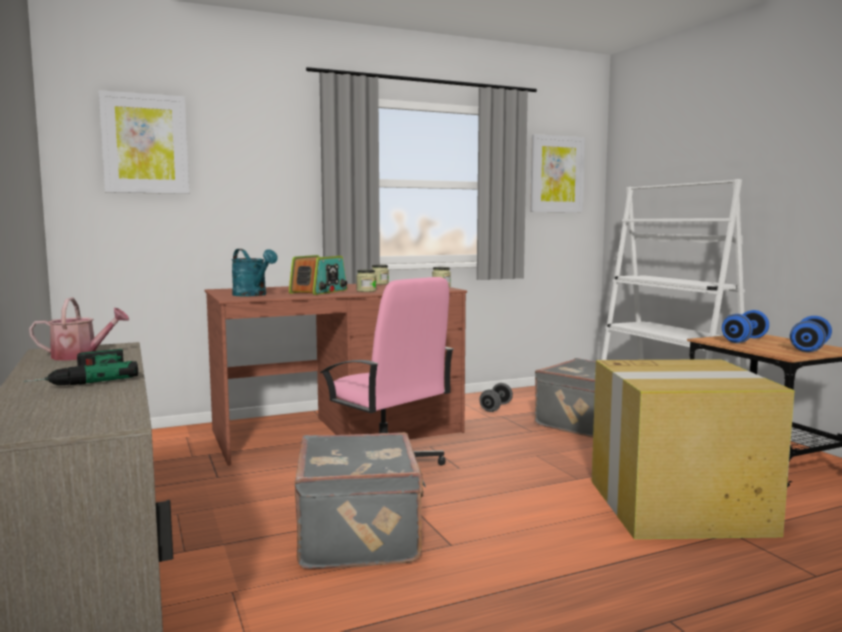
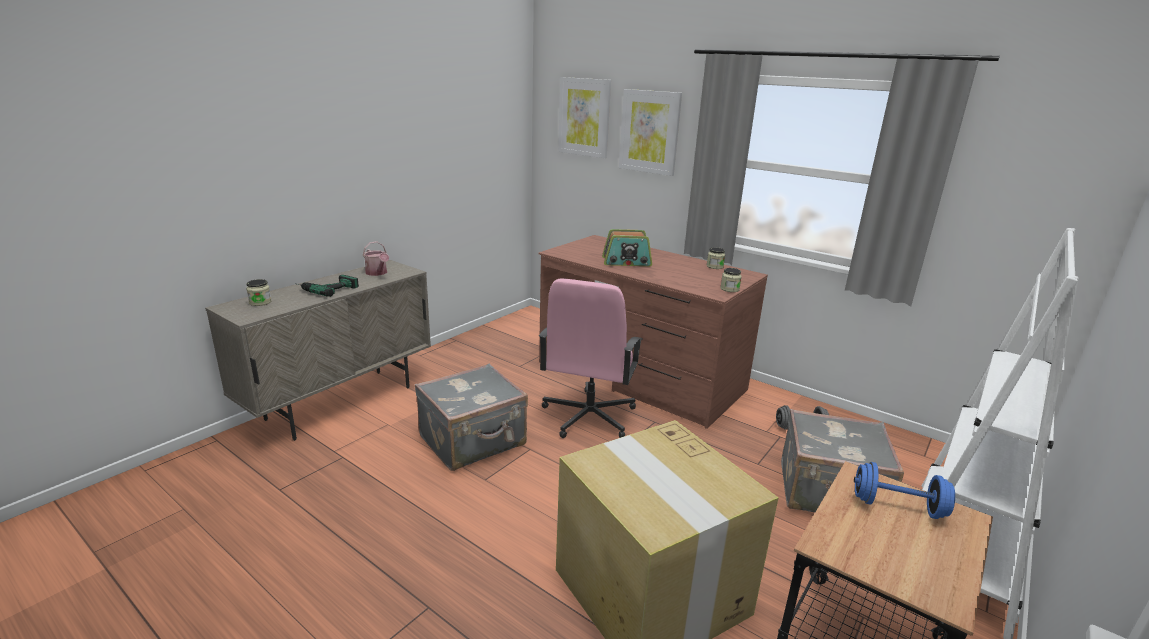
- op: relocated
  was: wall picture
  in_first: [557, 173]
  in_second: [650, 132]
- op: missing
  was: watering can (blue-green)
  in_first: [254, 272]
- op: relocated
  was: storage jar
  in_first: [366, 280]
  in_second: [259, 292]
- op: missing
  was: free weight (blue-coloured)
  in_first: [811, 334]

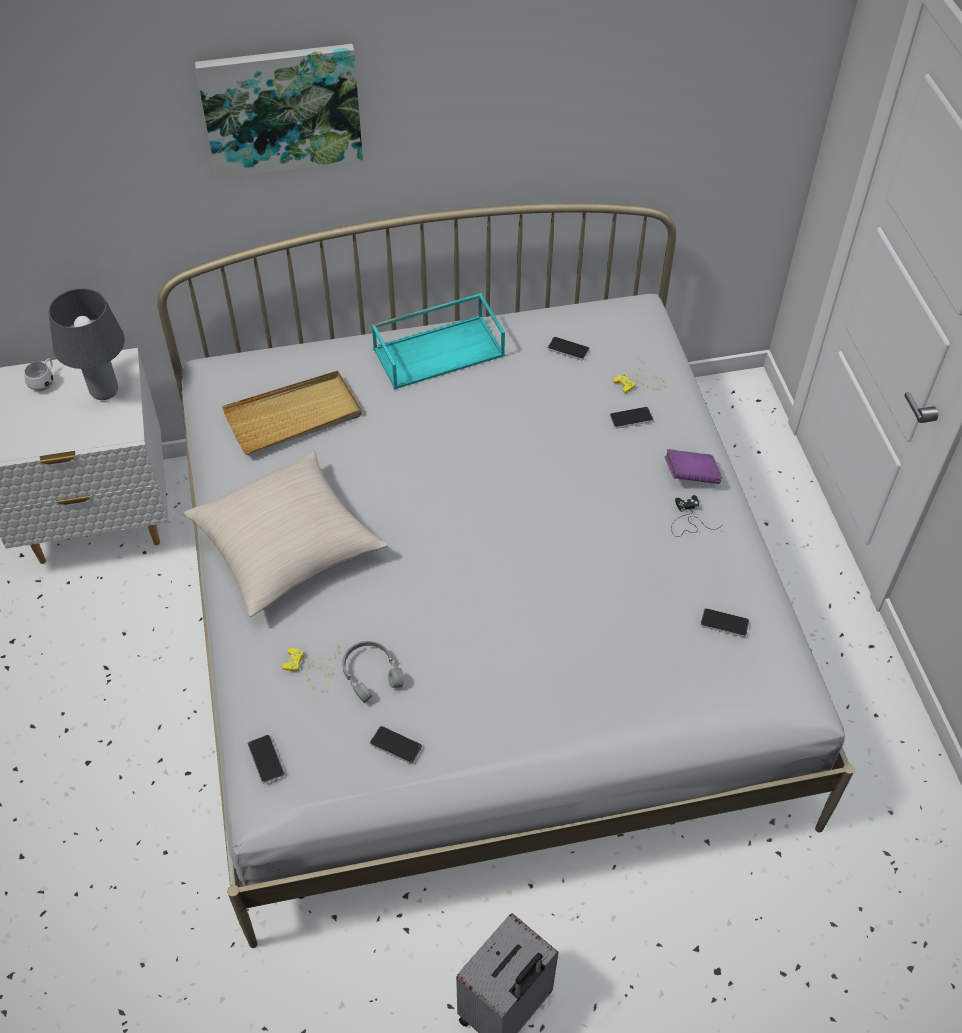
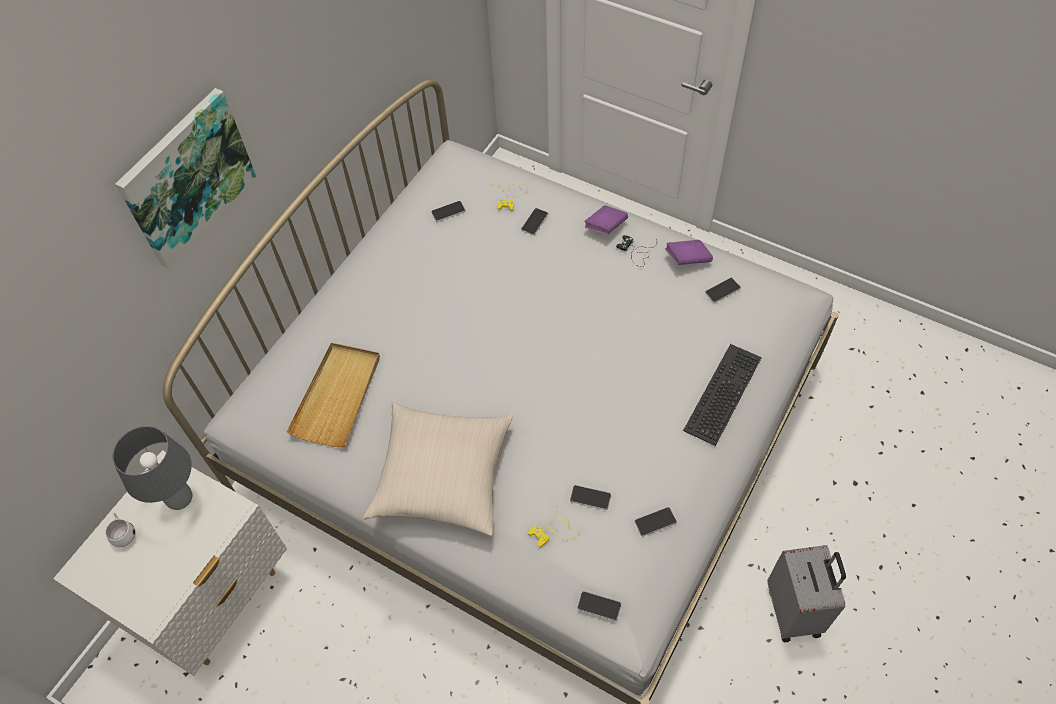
- op: missing
  was: serving tray (blue-green)
  in_first: [438, 341]
- op: exchanged
  was: pair of headphones (greyish)
  now: telephone
  in_first: [373, 672]
  in_second: [590, 497]
- op: appeared
  now: volume (purple-coloured)
  in_second: [689, 252]
- op: appeared
  now: PC keyboard
  in_second: [722, 395]

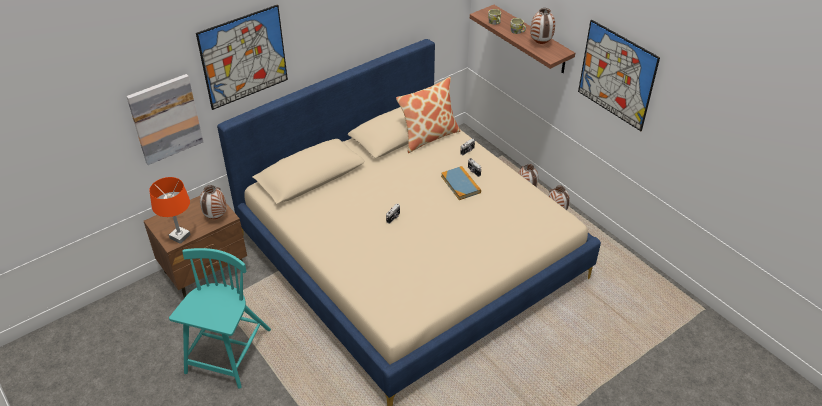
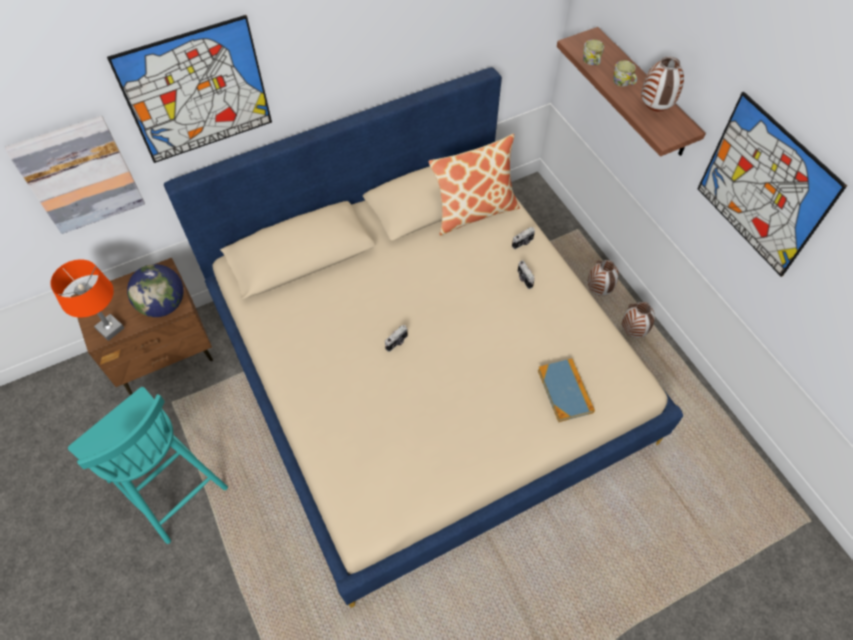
- op: relocated
  was: volume
  in_first: [461, 183]
  in_second: [566, 390]
- op: exchanged
  was: vase
  now: globe
  in_first: [213, 202]
  in_second: [155, 290]
- op: spun
  was: upright chair (blue-green)
  in_first: [220, 318]
  in_second: [148, 465]
  clockwise: 105

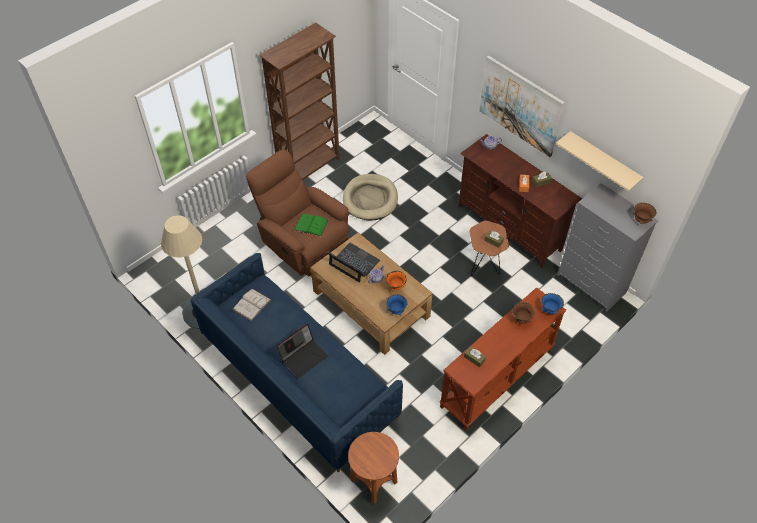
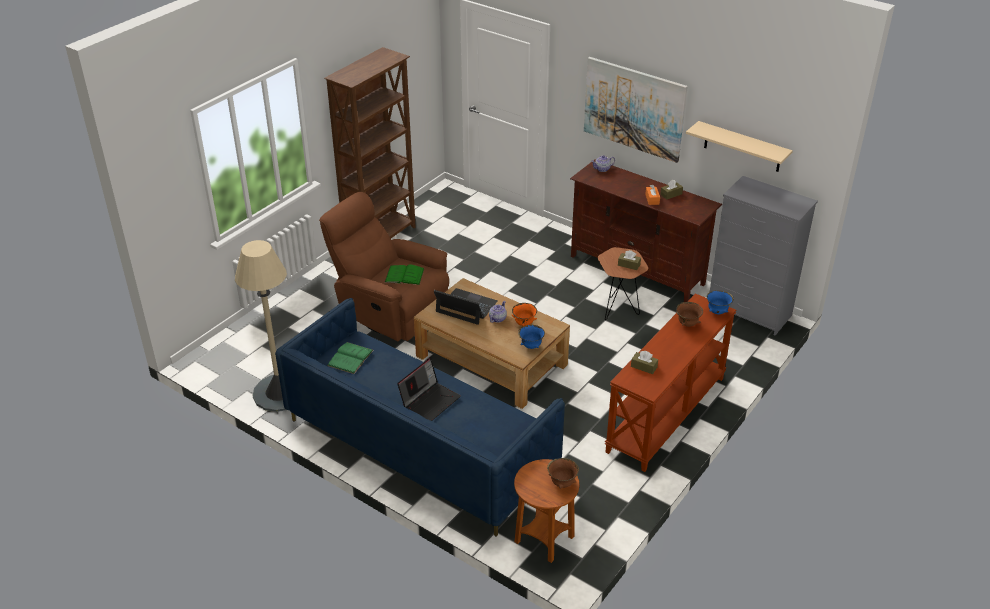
- op: missing
  was: pet bed (beige-coloured)
  in_first: [370, 197]
- op: relocated
  was: bowl (brown-coloured)
  in_first: [644, 213]
  in_second: [563, 473]
- op: colour
  was: volume (white)
  now: volume (green)
  in_first: [252, 305]
  in_second: [350, 358]

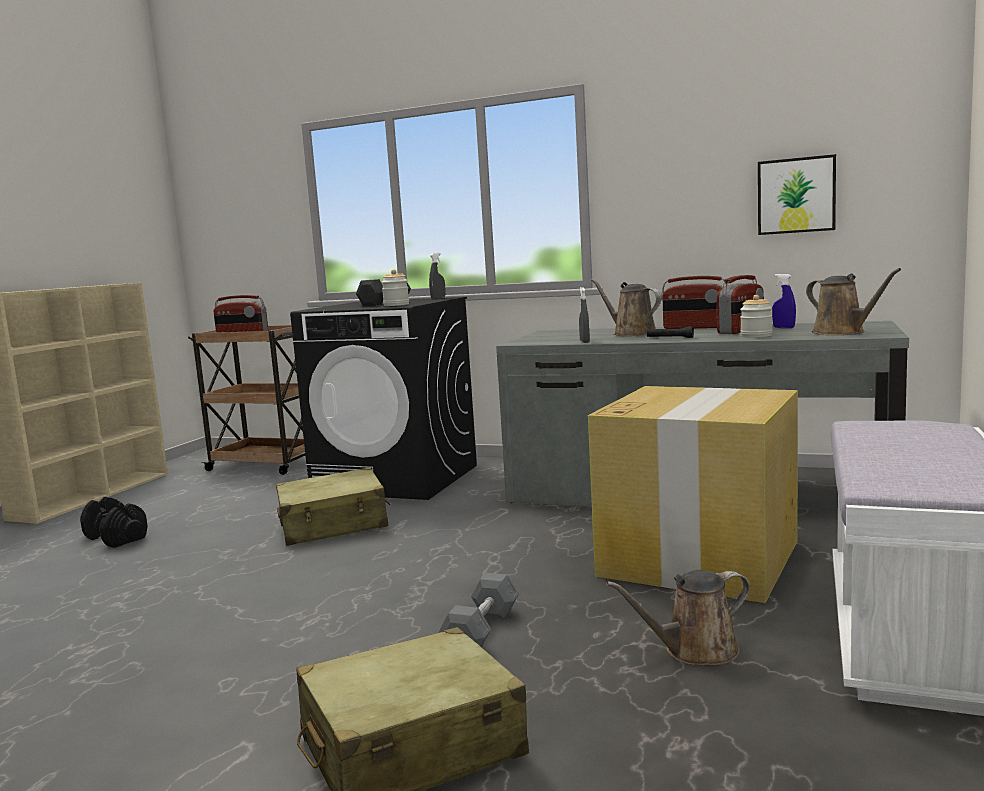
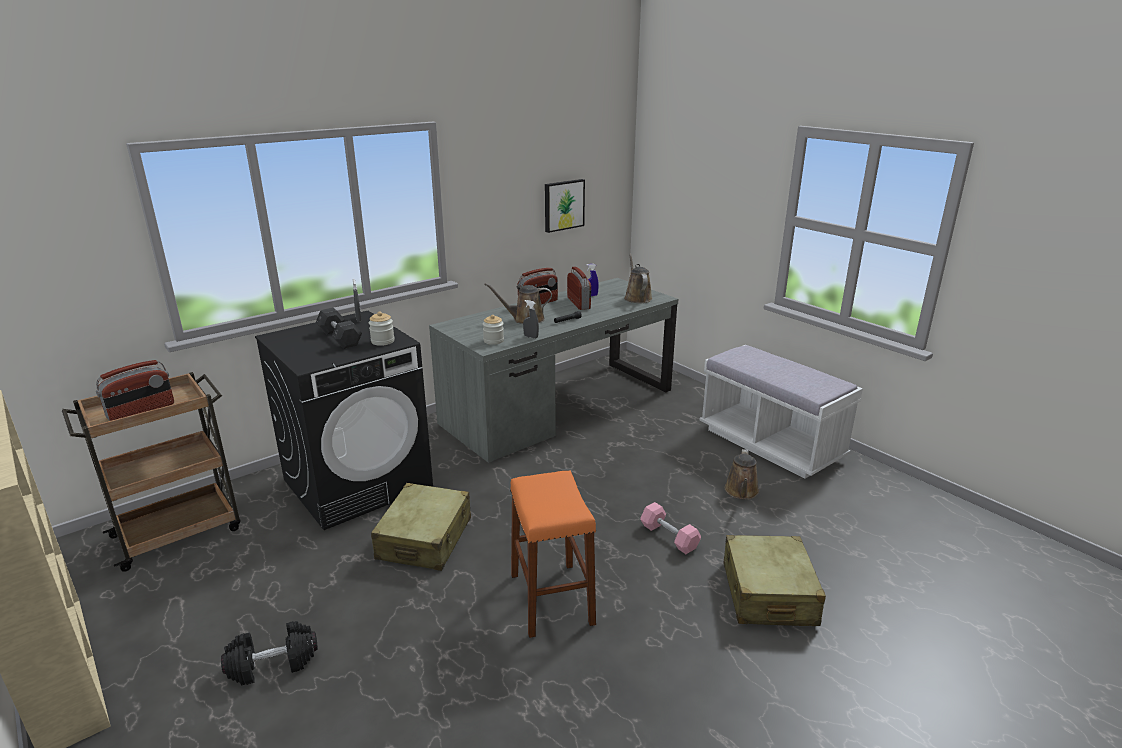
- op: spun
  was: watering can (brown-coloured)
  in_first: [853, 301]
  in_second: [638, 278]
  clockwise: -105
- op: relocated
  was: storage jar
  in_first: [756, 316]
  in_second: [493, 330]
- op: missing
  was: cardboard box
  in_first: [693, 494]
- op: colour
  was: free weight (greyish)
  now: free weight (pink)
  in_first: [479, 610]
  in_second: [670, 528]
- op: appeared
  now: stool seat (orange)
  in_second: [553, 554]

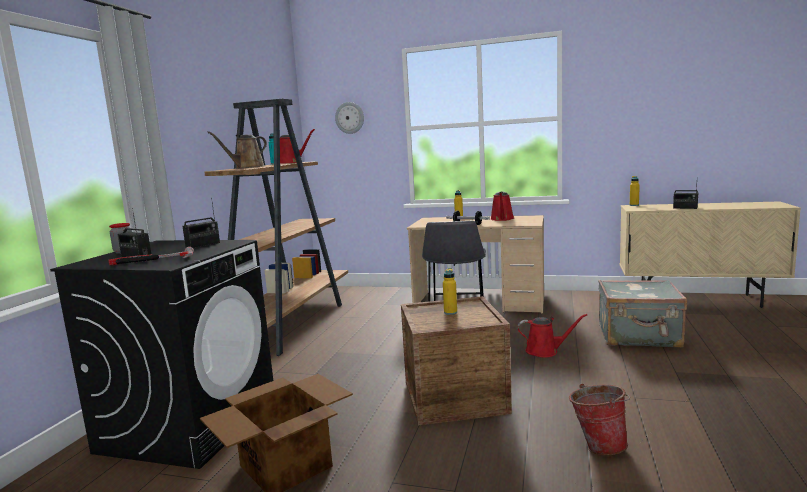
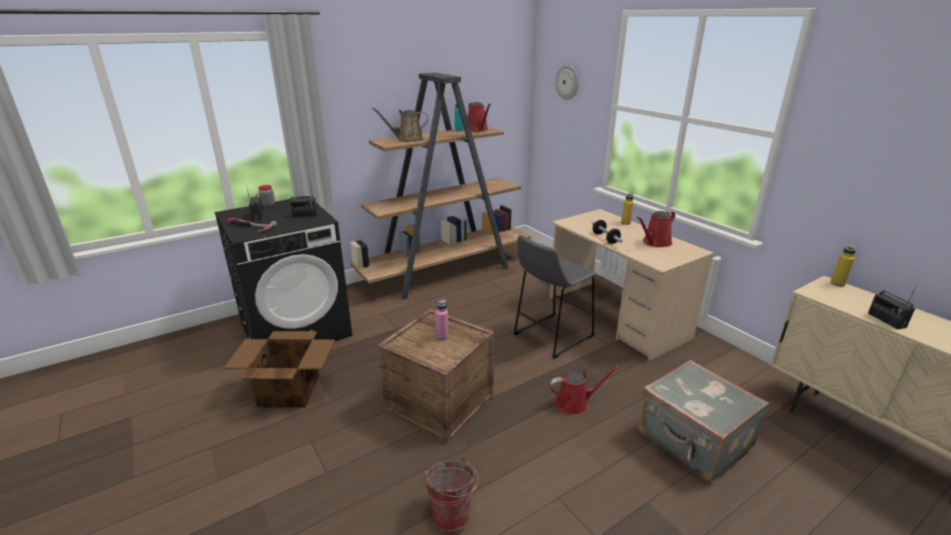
- op: colour
  was: beverage bottle (yellow-coloured)
  now: beverage bottle (pink)
  in_first: [450, 291]
  in_second: [442, 319]
- op: spun
  was: watering can (red-coloured)
  in_first: [552, 335]
  in_second: [584, 390]
  clockwise: -60

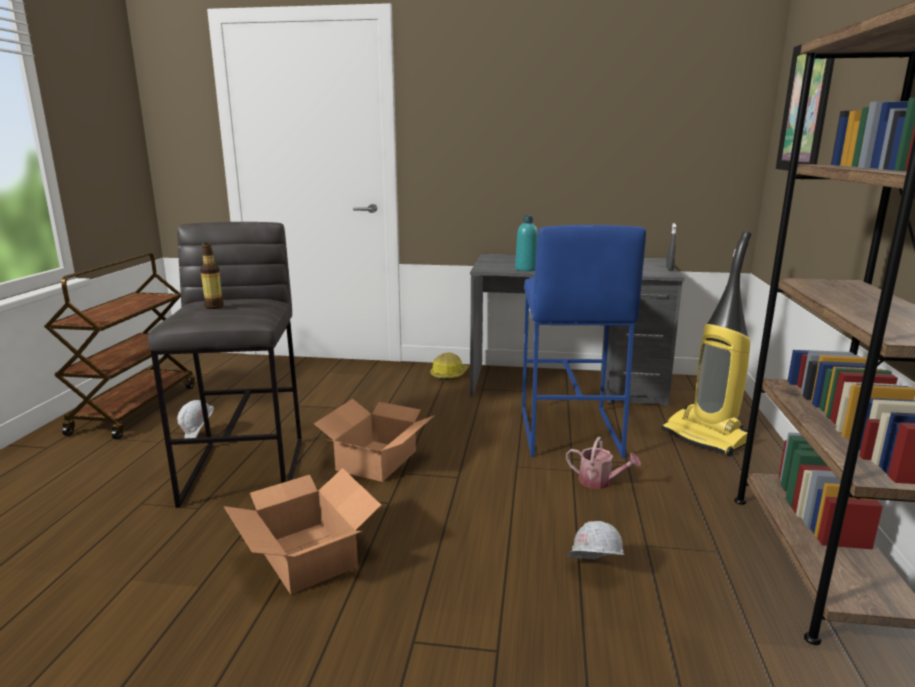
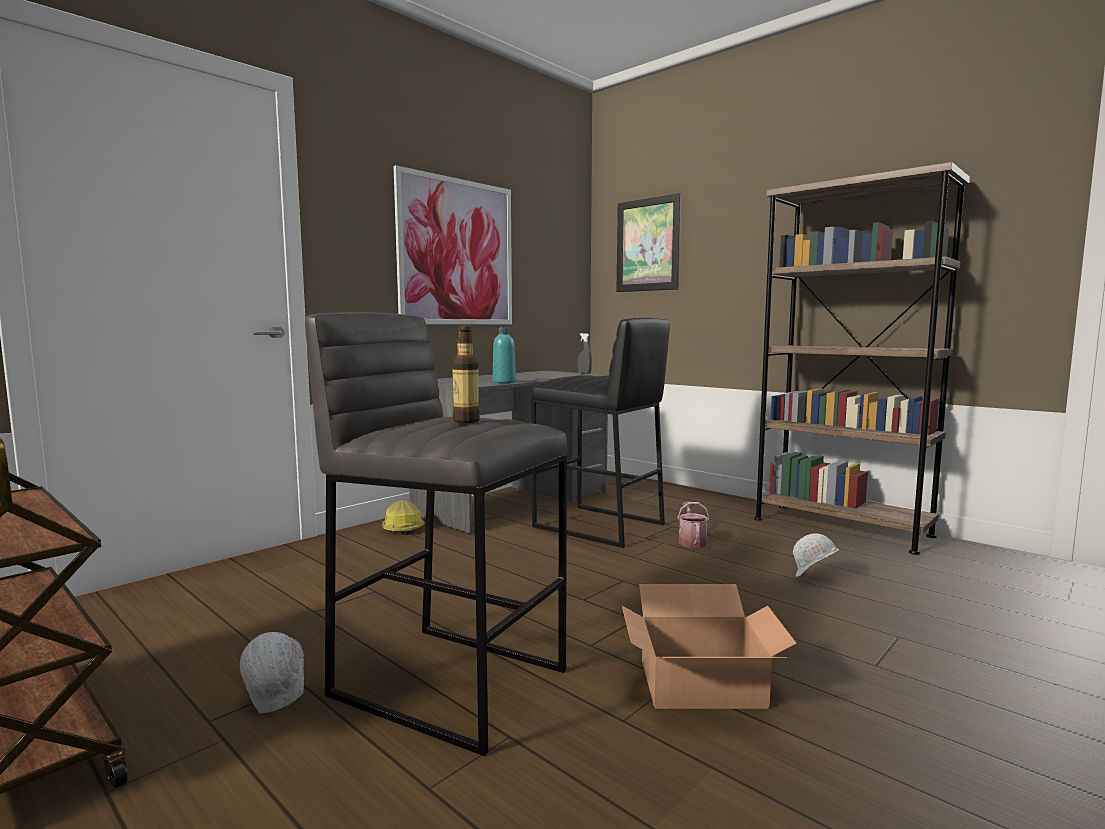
- op: colour
  was: stool seat (blue-coloured)
  now: stool seat (black-coloured)
  in_first: [584, 341]
  in_second: [600, 433]
- op: missing
  was: hoover
  in_first: [706, 343]
- op: missing
  was: cardboard box
  in_first: [374, 440]
- op: spun
  was: watering can
  in_first: [603, 463]
  in_second: [693, 524]
  clockwise: -60
- op: appeared
  now: wall picture
  in_second: [452, 244]

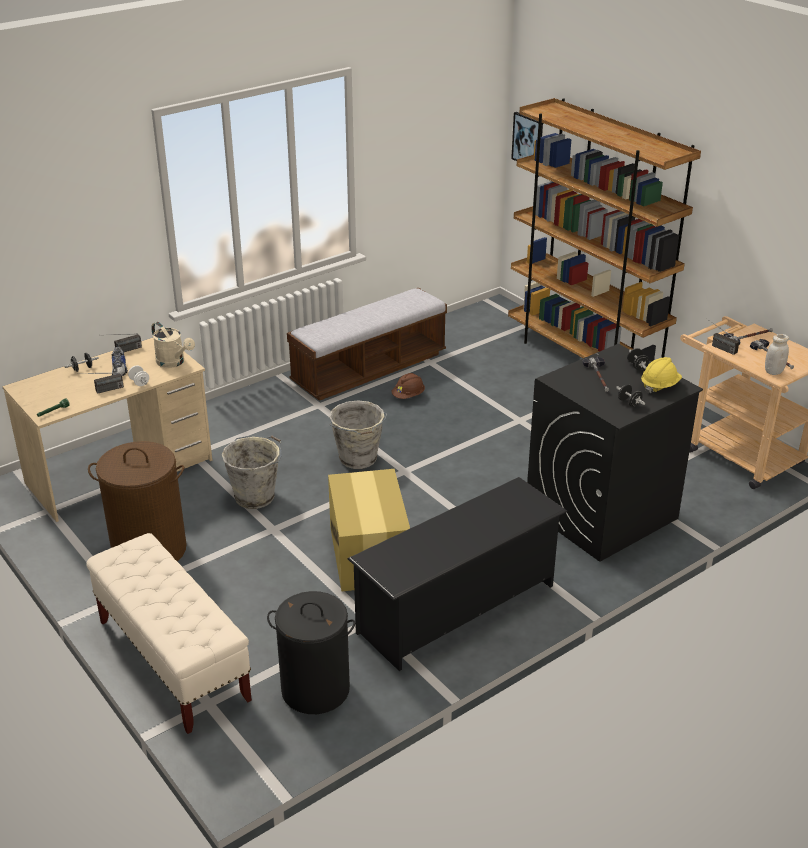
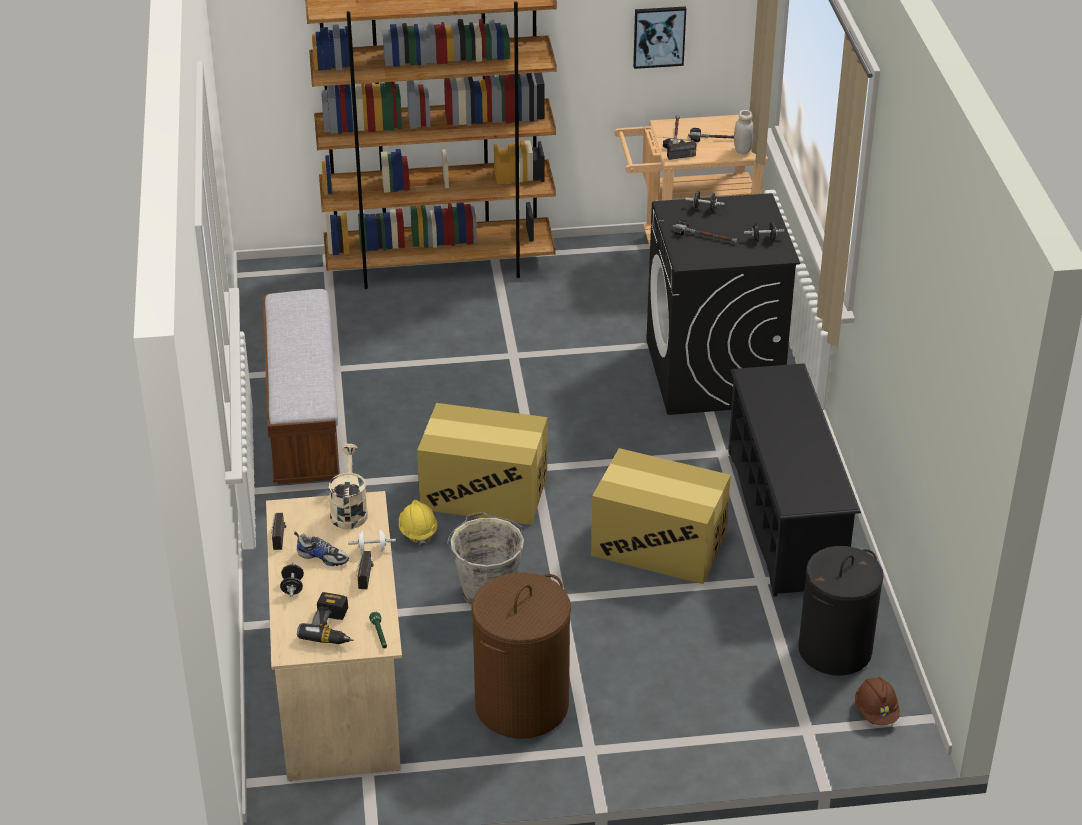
- op: relocated
  was: wall picture
  in_first: [527, 136]
  in_second: [659, 37]
- op: spun
  was: watering can (beige-coloured)
  in_first: [173, 345]
  in_second: [348, 486]
  clockwise: -75
- op: relocated
  was: hard hat (yellow-coloured)
  in_first: [661, 375]
  in_second: [418, 523]
- op: relocated
  was: hard hat (brown-coloured)
  in_first: [408, 386]
  in_second: [877, 701]
- op: exchanged
  was: pail (greyish)
  now: cardboard box
  in_first: [358, 434]
  in_second: [482, 464]
- op: missing
  was: bench (beige-coloured)
  in_first: [169, 633]
- op: appeared
  now: power drill
  in_second: [325, 618]

